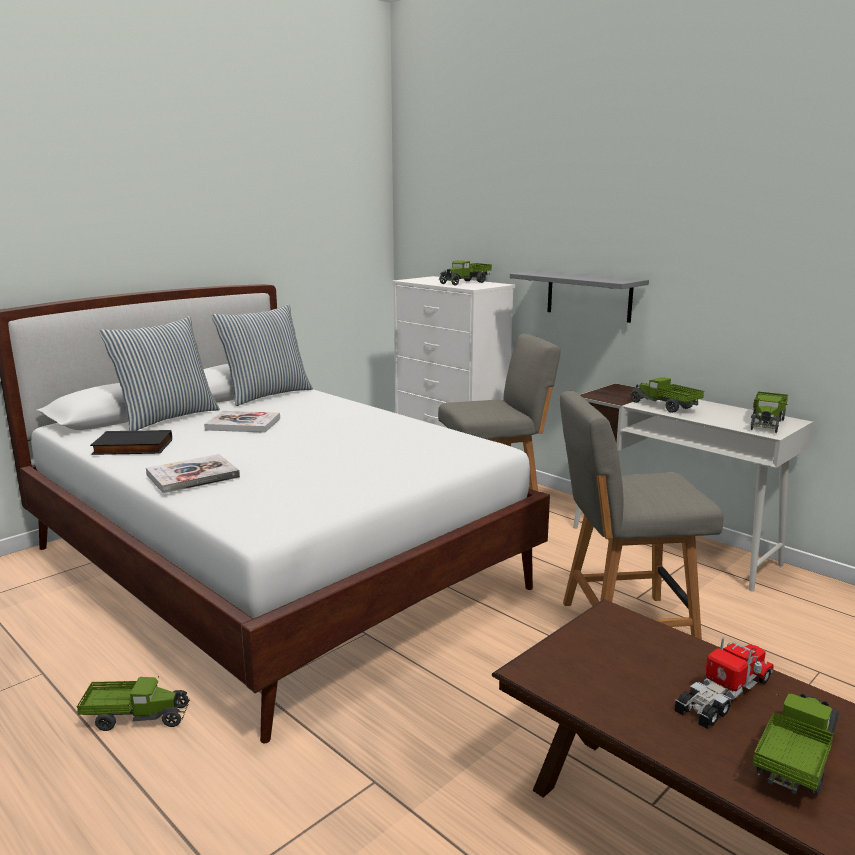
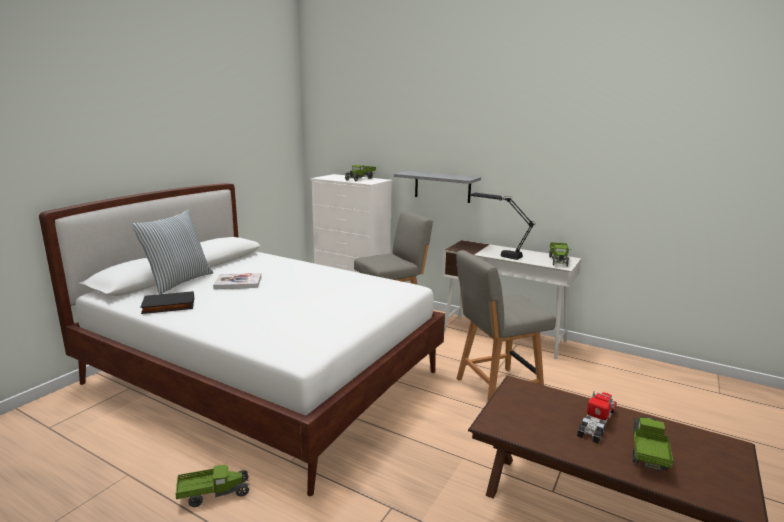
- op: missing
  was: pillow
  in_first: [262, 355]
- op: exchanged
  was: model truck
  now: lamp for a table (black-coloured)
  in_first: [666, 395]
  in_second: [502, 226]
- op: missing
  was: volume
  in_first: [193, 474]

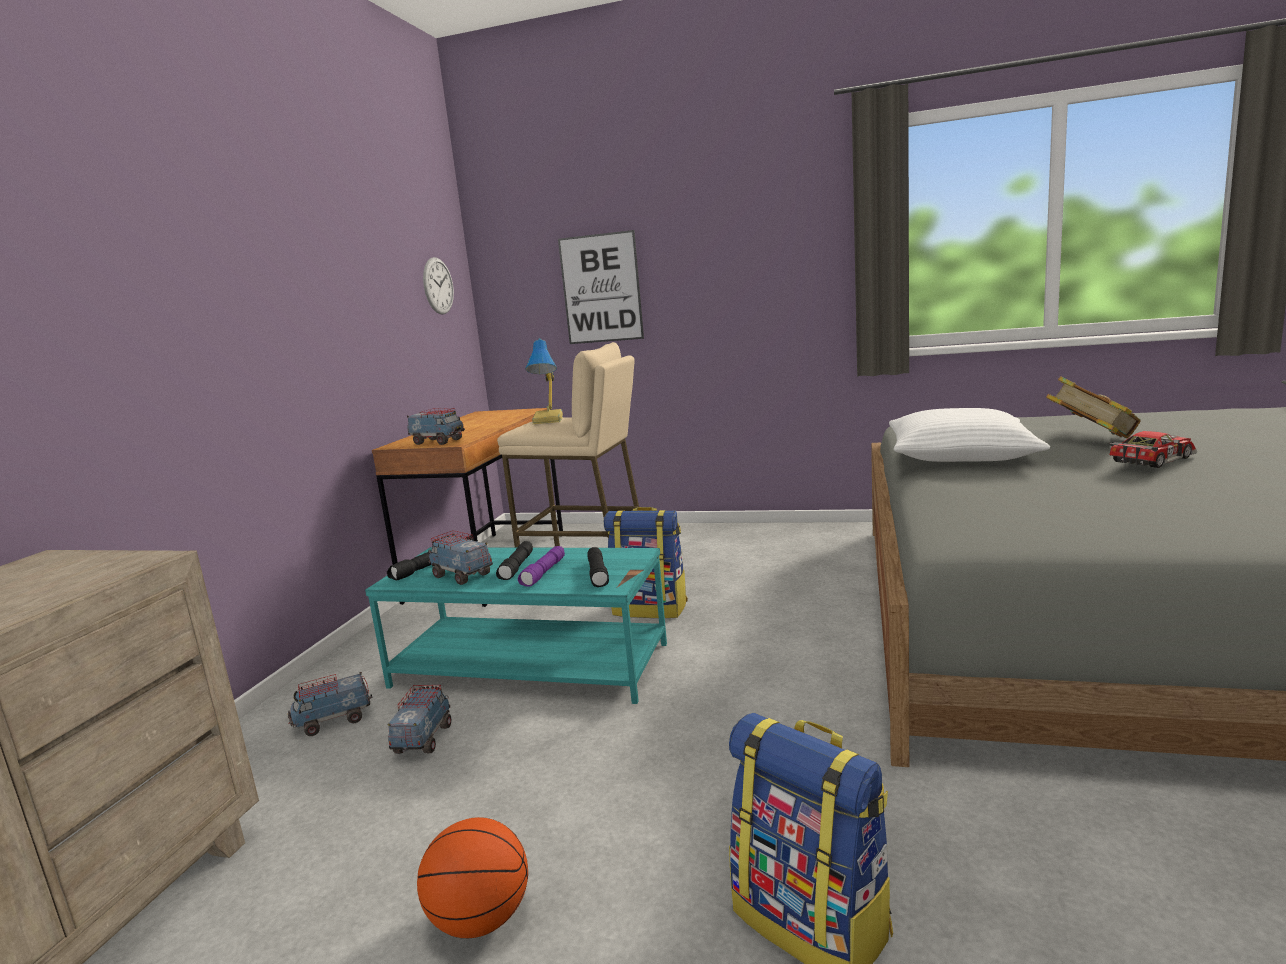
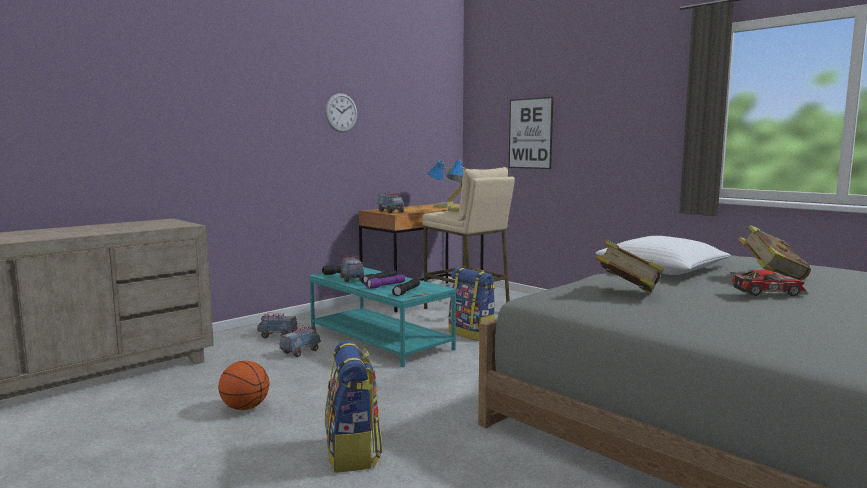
- op: relocated
  was: hanging clock
  in_first: [438, 286]
  in_second: [341, 112]
- op: appeared
  now: lamp for a table
  in_second: [444, 184]
- op: appeared
  now: volume
  in_second: [630, 266]

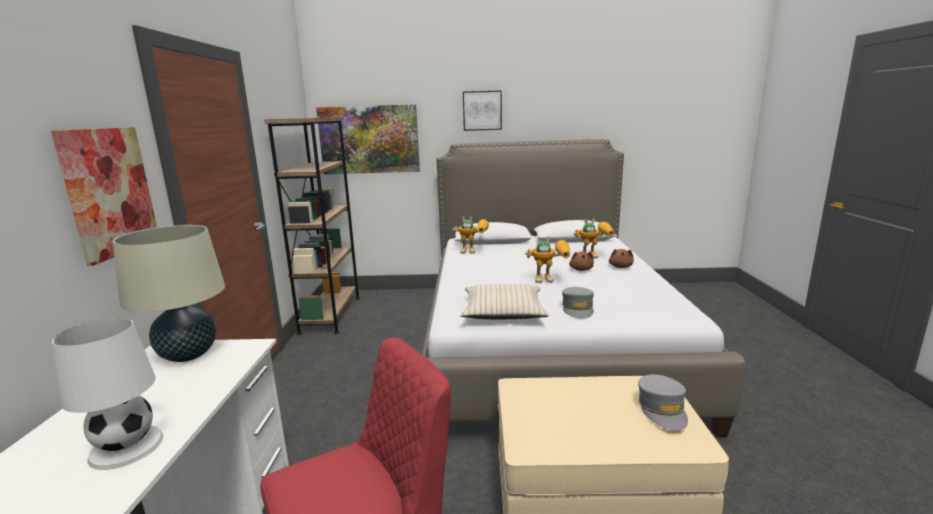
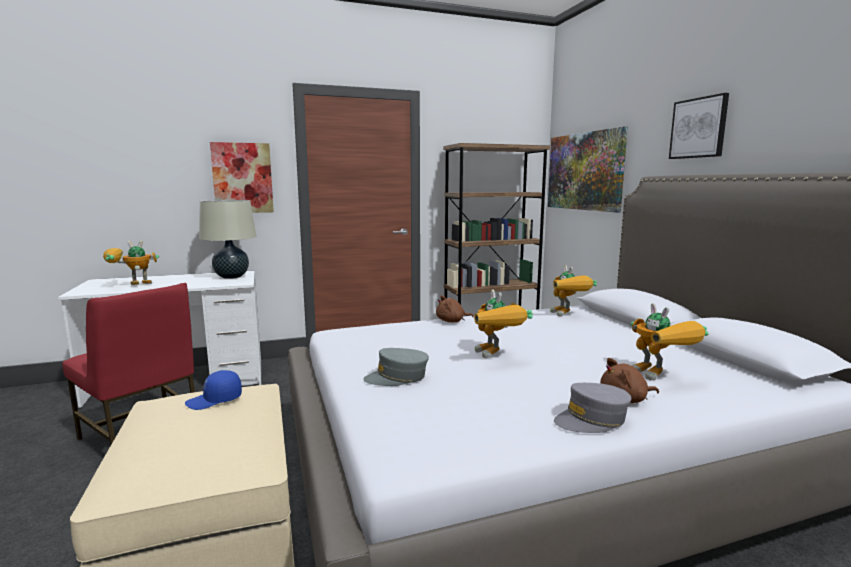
- op: relocated
  was: cuddly toy (brown-coloured)
  in_first: [581, 261]
  in_second: [455, 308]
- op: missing
  was: pillow (beige-coloured)
  in_first: [504, 301]
- op: exchanged
  was: lamp for a table (white)
  now: robot figure
  in_first: [107, 393]
  in_second: [131, 262]
- op: relocated
  was: baseball cap (greyish)
  in_first: [663, 402]
  in_second: [592, 408]
- op: appeared
  now: baseball cap (blue-coloured)
  in_second: [213, 390]

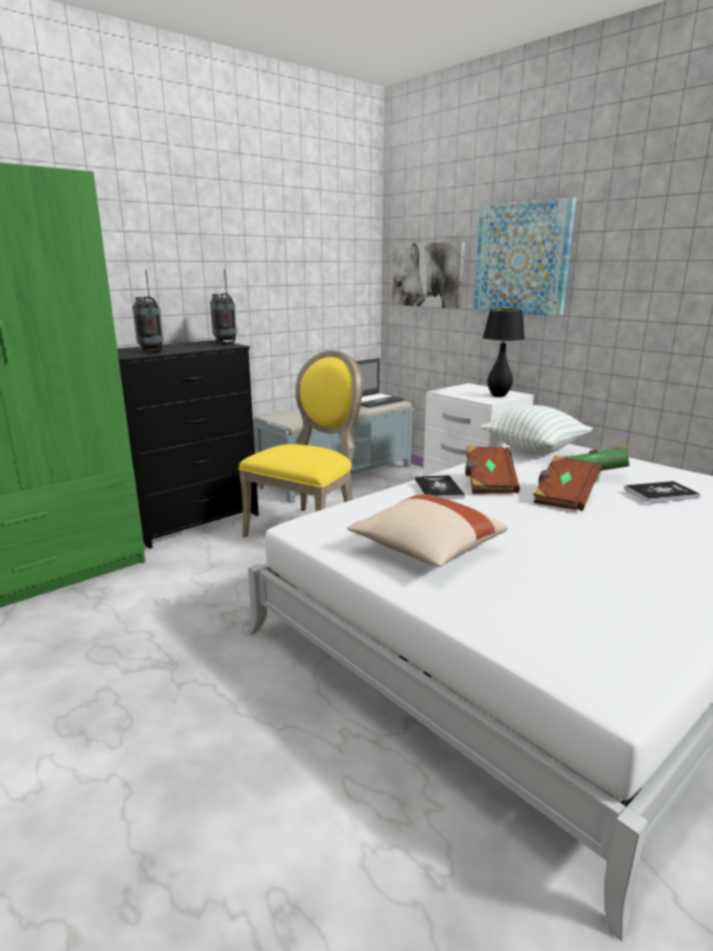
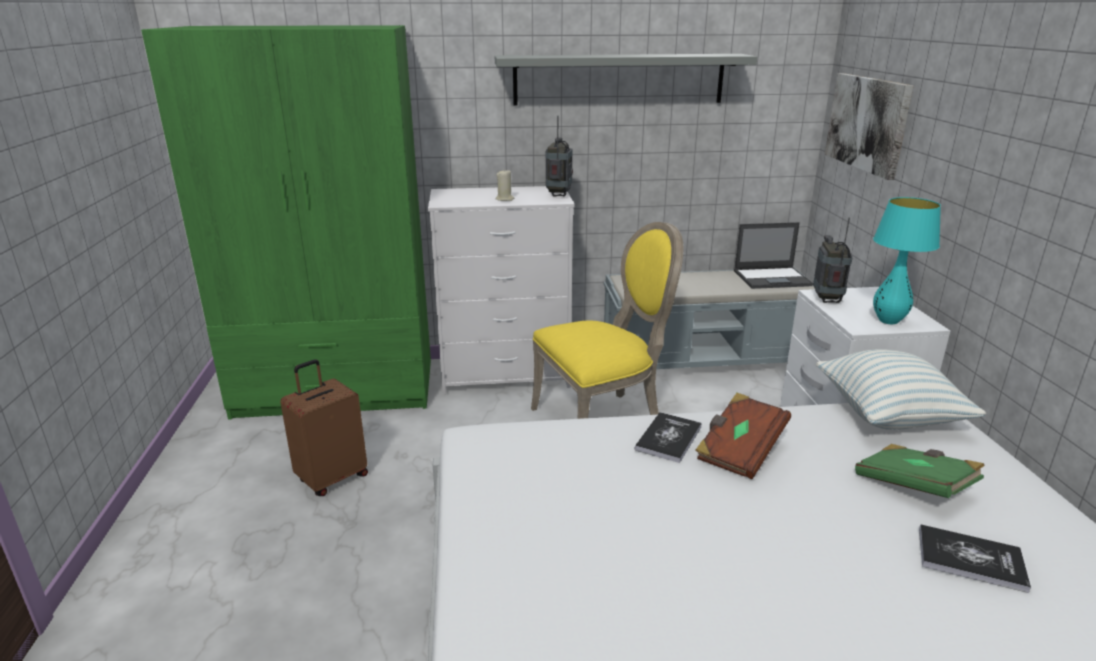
- op: missing
  was: wall picture
  in_first: [524, 256]
- op: relocated
  was: radio
  in_first: [148, 311]
  in_second: [833, 260]
- op: colour
  was: lamp for a table (black-coloured)
  now: lamp for a table (blue-green)
  in_first: [504, 353]
  in_second: [907, 260]
- op: colour
  was: dresser (black-coloured)
  now: dresser (white)
  in_first: [188, 444]
  in_second: [501, 290]
- op: missing
  was: volume (brown-coloured)
  in_first: [567, 483]
- op: missing
  was: pillow (beige-coloured)
  in_first: [427, 530]
- op: appeared
  now: wall shelf (greyish)
  in_second: [626, 80]
- op: appeared
  now: candle (beige-coloured)
  in_second: [505, 185]
- op: appeared
  now: travel case (brown-coloured)
  in_second: [324, 427]

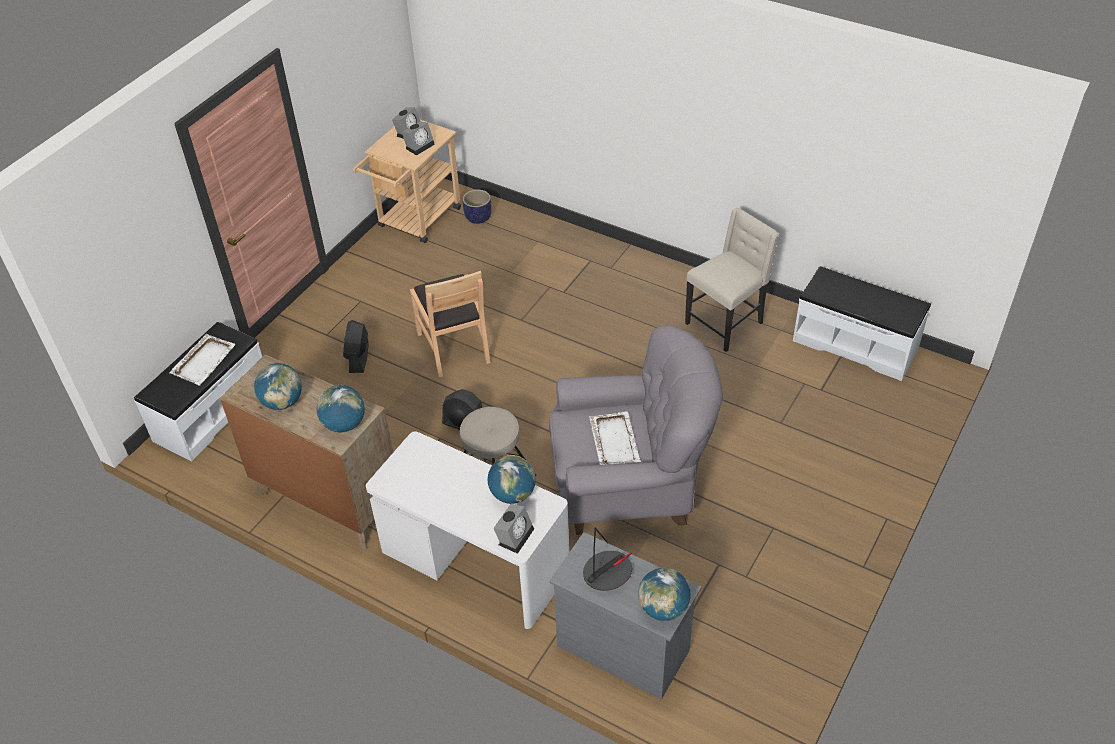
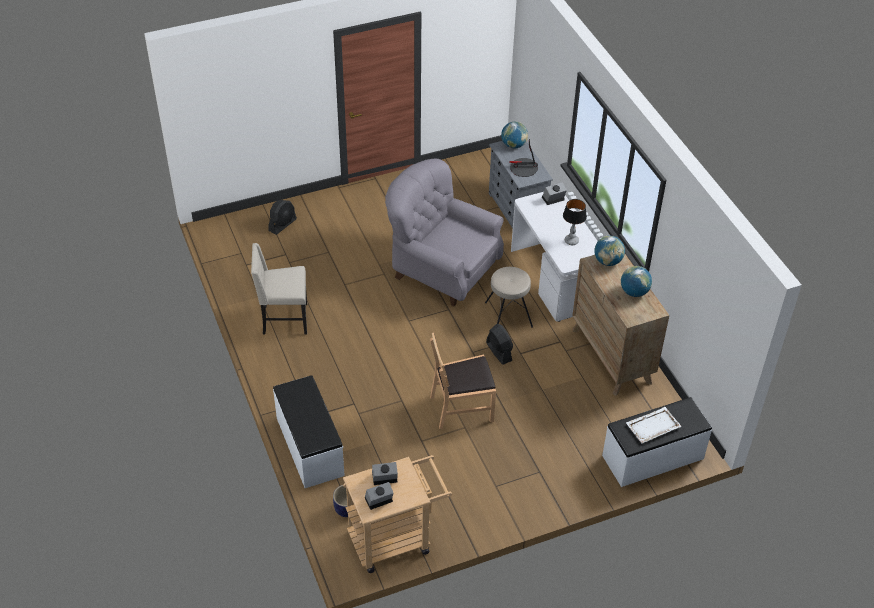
- op: relocated
  was: bench (white)
  in_first: [862, 323]
  in_second: [309, 431]
- op: spun
  was: upright chair (brown-coloured)
  in_first: [450, 324]
  in_second: [463, 380]
  clockwise: -120
- op: relocated
  was: electric fan (black-coloured)
  in_first: [356, 346]
  in_second: [282, 217]
- op: missing
  was: serving tray (white)
  in_first: [615, 438]
- op: missing
  was: globe
  in_first: [512, 479]
- op: appeared
  now: lamp for a table
  in_second: [575, 222]

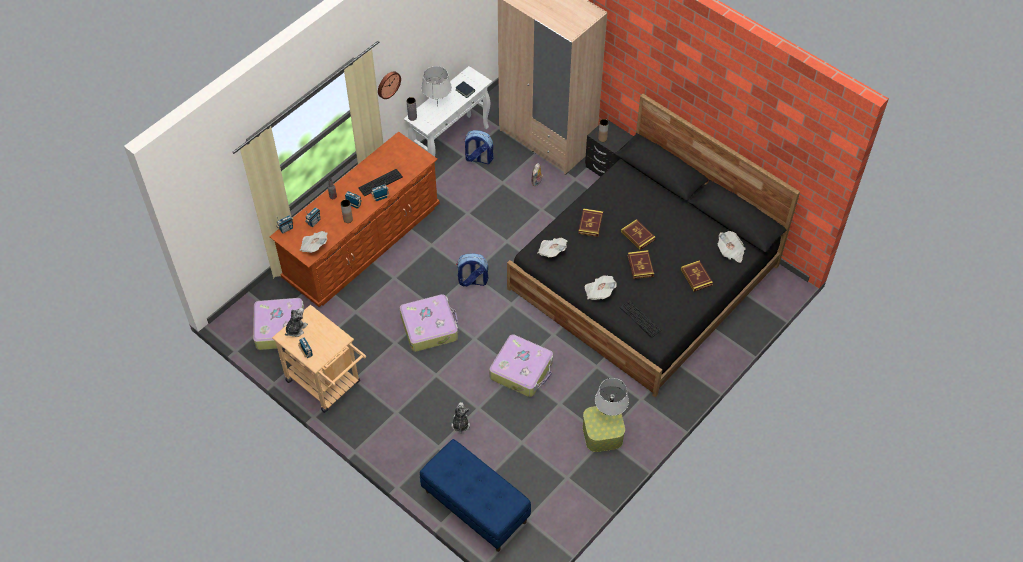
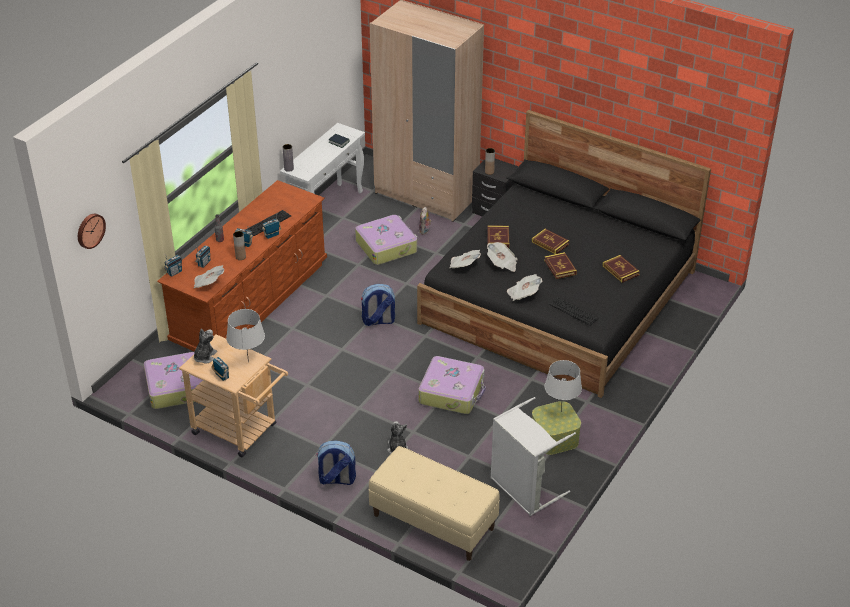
- op: relocated
  was: lamp for a table (greyish)
  in_first: [436, 85]
  in_second: [245, 336]
- op: relocated
  was: hanging clock
  in_first: [389, 85]
  in_second: [92, 231]
- op: relocated
  was: backpack
  in_first: [478, 147]
  in_second: [336, 462]
- op: relocated
  was: printed paper
  in_first: [732, 247]
  in_second: [502, 257]
- op: relocated
  was: travel case
  in_first: [429, 323]
  in_second: [386, 240]
- op: colour
  was: bench (blue-coloured)
  now: bench (beige-coloured)
  in_first: [475, 495]
  in_second: [434, 503]
- op: appeared
  now: hamper (greyish)
  in_second: [533, 456]

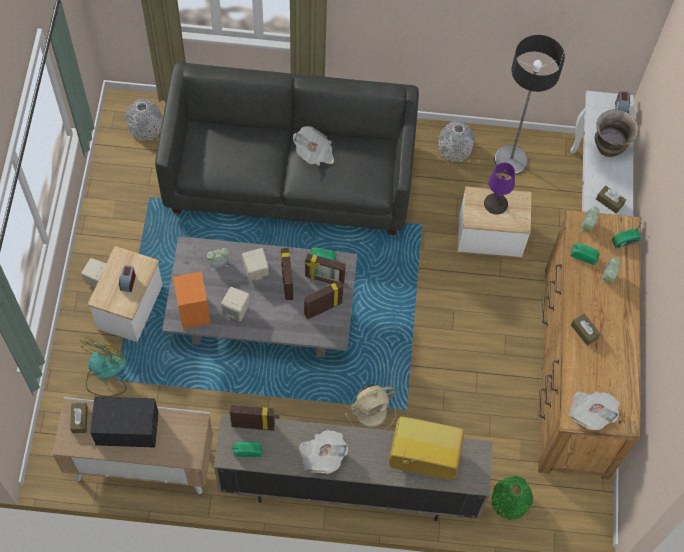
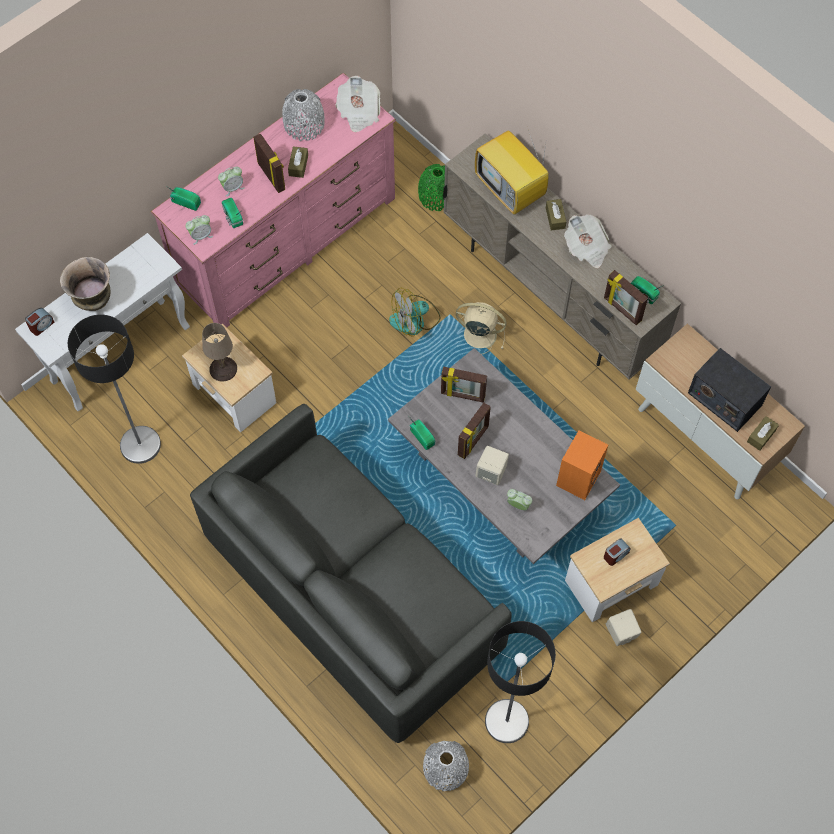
- op: relocated
  was: vase (greyish)
  in_first: [456, 141]
  in_second: [303, 115]
- op: missing
  was: printed paper
  in_first: [313, 146]
- op: colour
  was: lamp for a table (purple-coloured)
  now: lamp for a table (beige-coloured)
  in_first: [499, 188]
  in_second: [219, 352]
- op: relocated
  was: tissue holder (brown-coloured)
  in_first: [611, 199]
  in_second: [556, 215]
- op: colour
  was: dresser (brown-coloured)
  now: dresser (pink)
  in_first: [589, 345]
  in_second: [273, 200]
- op: relocated
  was: standing frame
  in_first: [325, 269]
  in_second: [269, 163]
- op: missing
  was: loudspeaker (beige-coloured)
  in_first: [235, 304]
- op: relocated
  was: electric fan
  in_first: [103, 366]
  in_second: [415, 312]
- op: appeared
  now: standard lamp
  in_second: [520, 682]

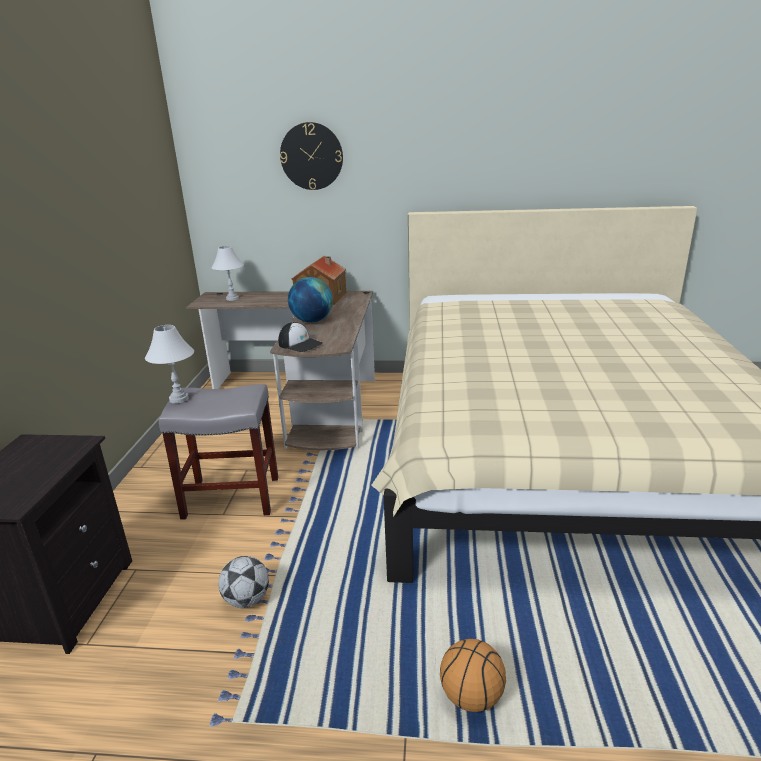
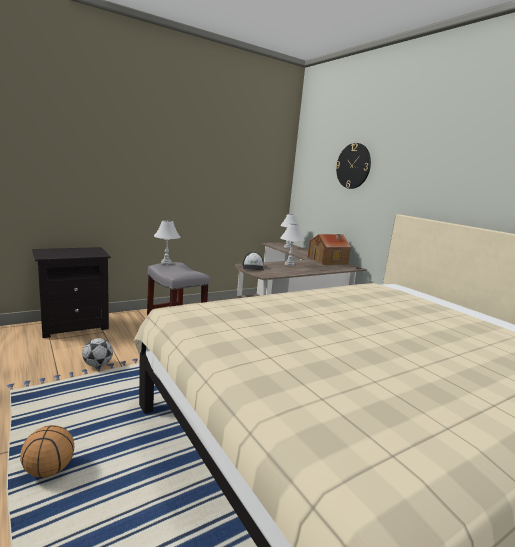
- op: exchanged
  was: globe
  now: lamp for a table (white)
  in_first: [310, 300]
  in_second: [292, 245]

